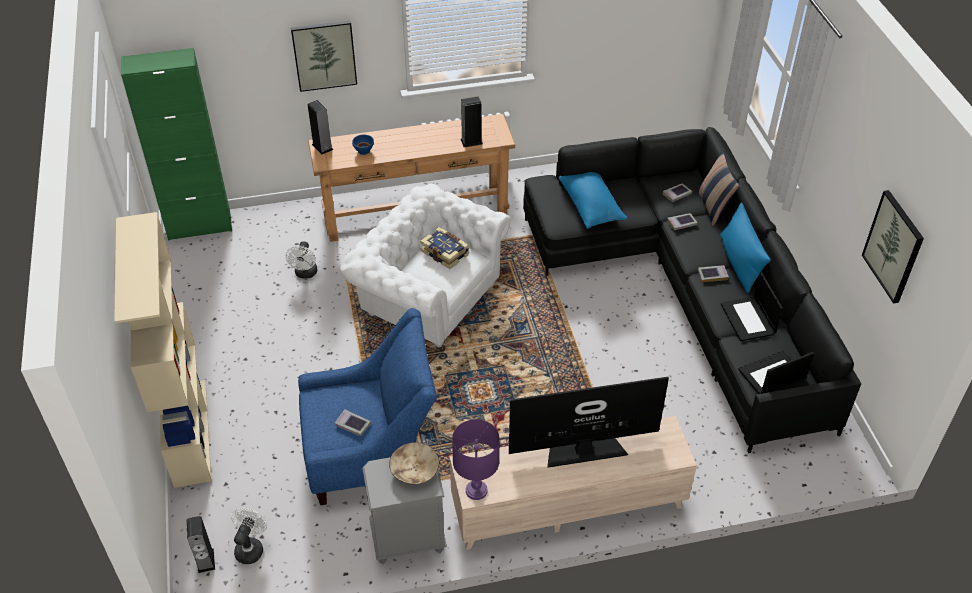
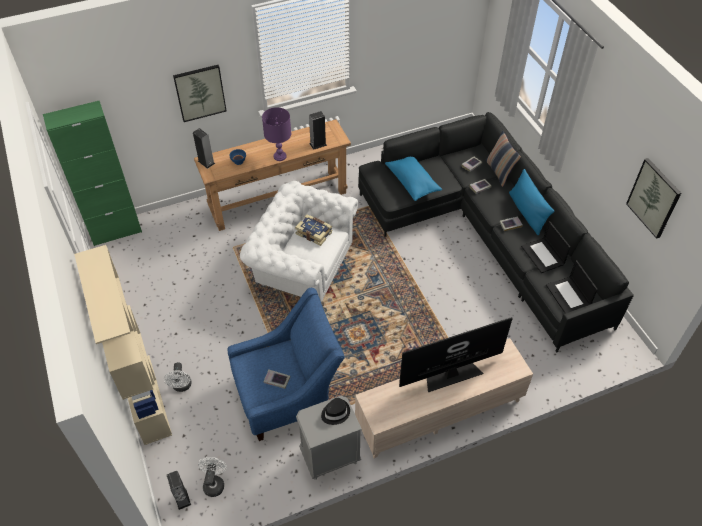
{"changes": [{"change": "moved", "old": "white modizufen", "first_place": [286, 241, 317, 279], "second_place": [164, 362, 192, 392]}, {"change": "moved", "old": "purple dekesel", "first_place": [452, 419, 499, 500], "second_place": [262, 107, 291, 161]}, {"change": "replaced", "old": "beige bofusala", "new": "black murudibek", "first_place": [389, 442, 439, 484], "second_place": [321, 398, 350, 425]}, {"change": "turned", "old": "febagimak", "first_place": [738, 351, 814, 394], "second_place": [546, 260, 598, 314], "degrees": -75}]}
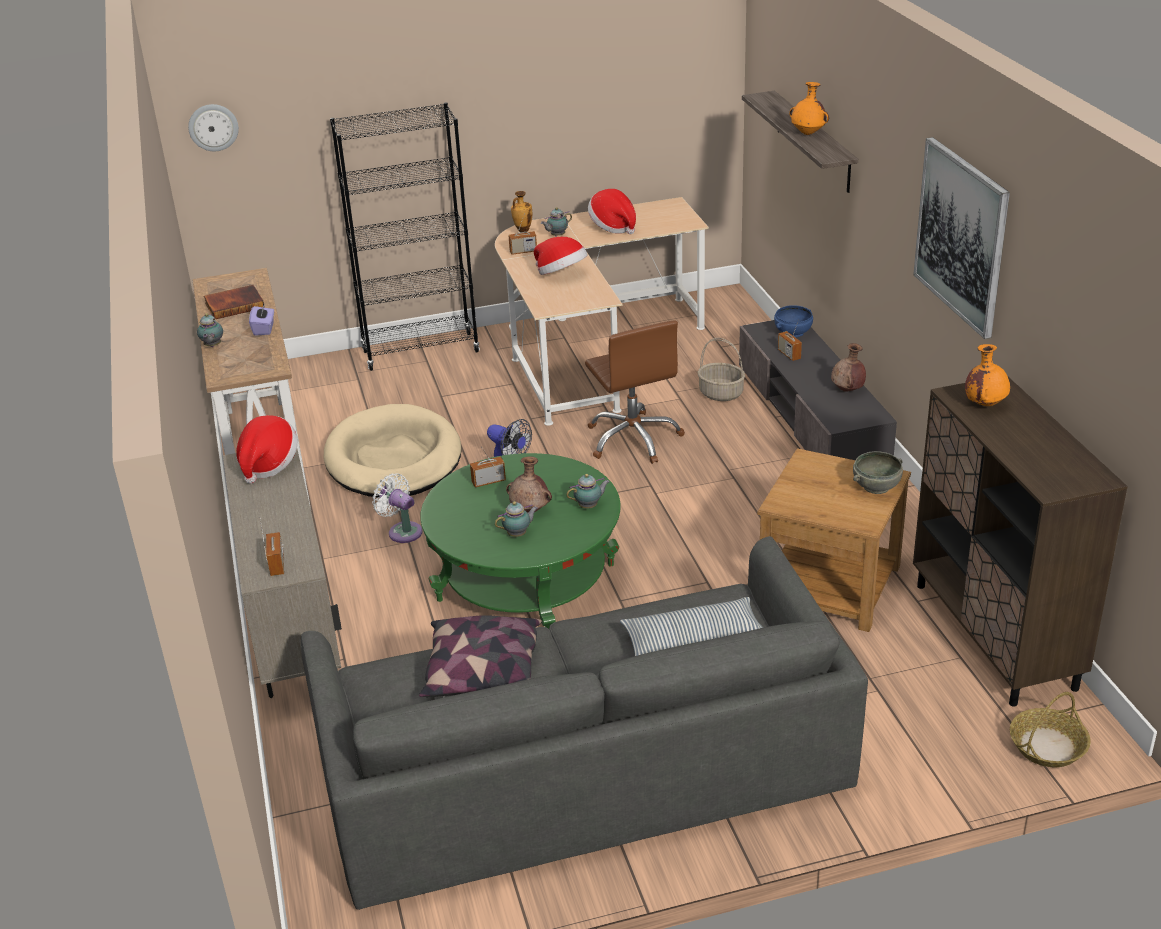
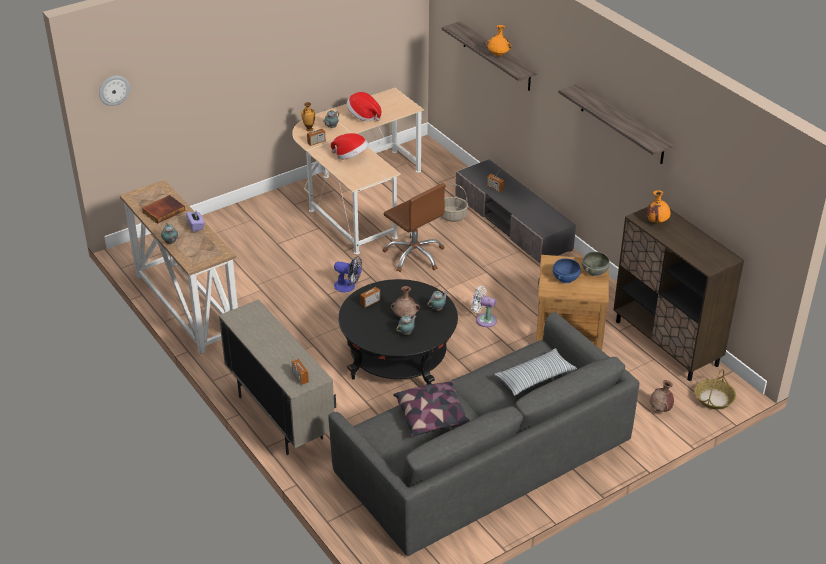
{"changes": [{"change": "removed", "old": "murudibek", "first_place": [236, 415, 298, 484]}, {"change": "removed", "old": "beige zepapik", "first_place": [324, 404, 462, 498]}, {"change": "removed", "old": "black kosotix", "first_place": [330, 102, 480, 371]}, {"change": "moved", "old": "white modizufen", "first_place": [372, 473, 423, 543], "second_place": [471, 286, 497, 327]}, {"change": "moved", "old": "blue bofusala", "first_place": [774, 305, 813, 338], "second_place": [553, 258, 581, 283]}, {"change": "moved", "old": "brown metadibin", "first_place": [831, 343, 866, 392], "second_place": [649, 380, 674, 412]}, {"change": "replaced", "old": "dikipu", "new": "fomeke", "first_place": [913, 137, 1010, 339], "second_place": [558, 83, 673, 164]}, {"change": "recoloured", "old": "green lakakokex", "new": "black lakakokex", "first_place": [420, 453, 620, 629], "second_place": [338, 279, 458, 385]}]}
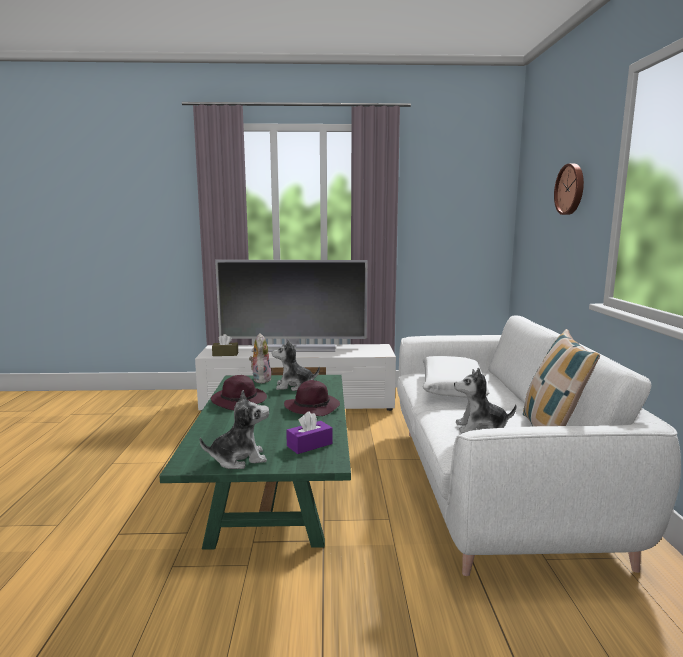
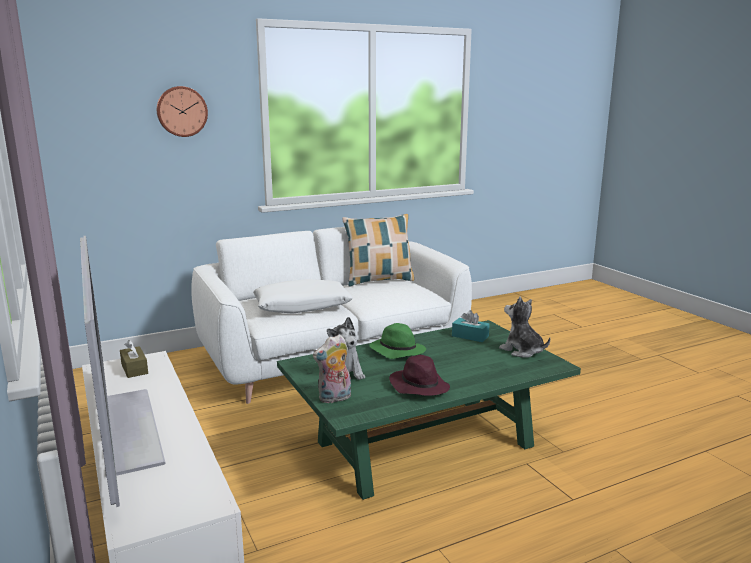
{"changes": [{"change": "removed", "old": "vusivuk", "first_place": [454, 368, 516, 433]}, {"change": "moved", "old": "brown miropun", "first_place": [212, 334, 238, 356], "second_place": [120, 340, 148, 378]}, {"change": "recoloured", "old": "purple murudibek", "new": "green murudibek", "first_place": [284, 380, 340, 416], "second_place": [370, 323, 426, 359]}, {"change": "recoloured", "old": "purple miropun", "new": "turquoise miropun", "first_place": [286, 411, 333, 454], "second_place": [452, 310, 490, 342]}]}
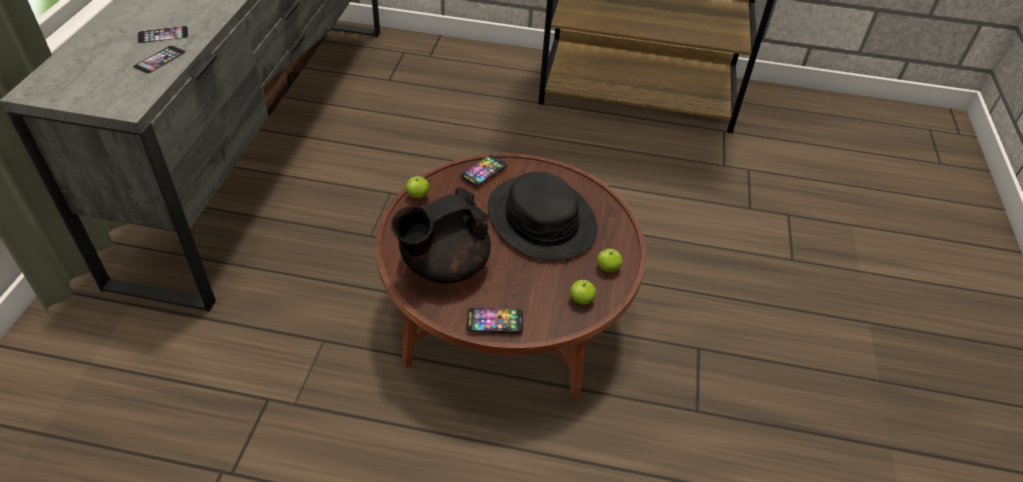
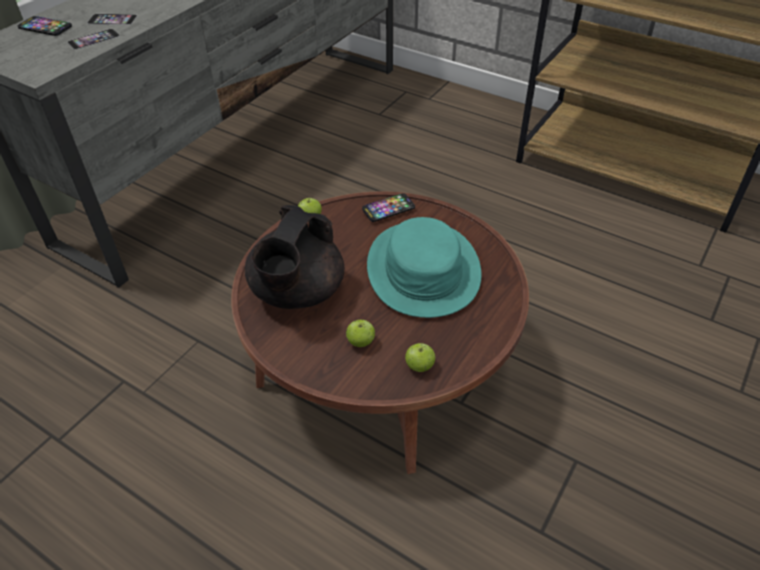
{"changes": [{"change": "moved", "old": "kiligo", "first_place": [467, 308, 523, 333], "second_place": [18, 16, 72, 36]}, {"change": "moved", "old": "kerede", "first_place": [597, 249, 622, 272], "second_place": [346, 319, 375, 347]}, {"change": "recoloured", "old": "black murudibek", "new": "turquoise murudibek", "first_place": [488, 172, 598, 261], "second_place": [367, 217, 482, 318]}, {"change": "turned", "old": "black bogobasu", "first_place": [391, 187, 491, 283], "second_place": [245, 205, 344, 309], "degrees": -60}]}
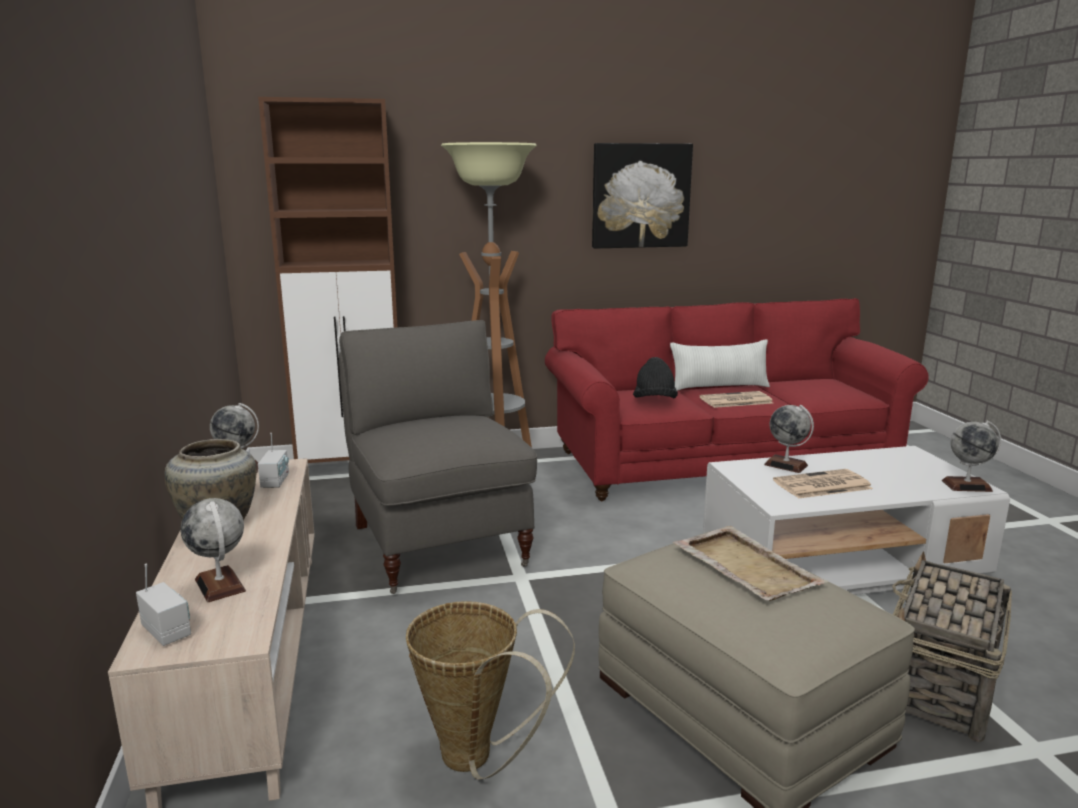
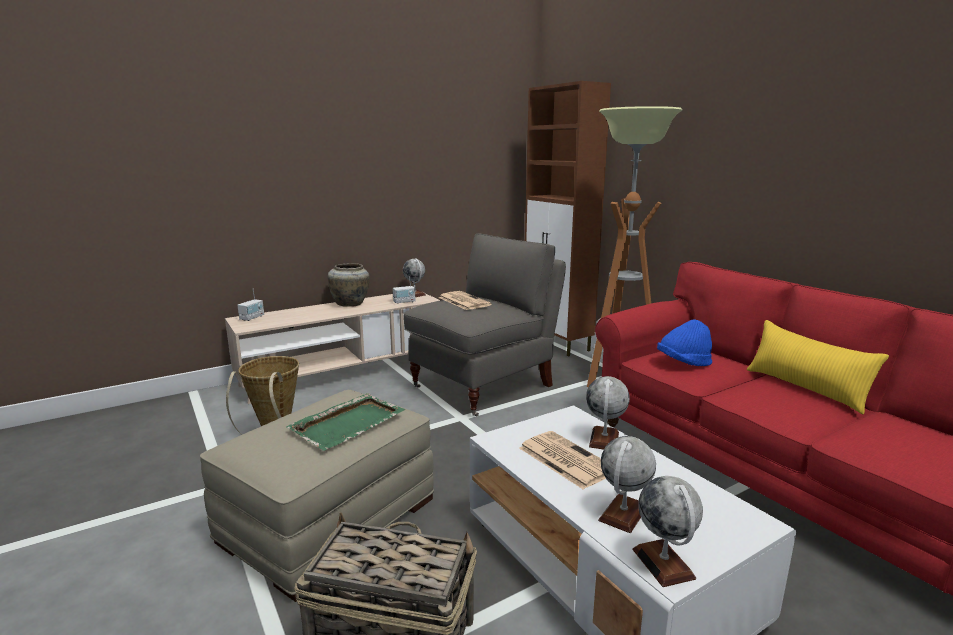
{"changes": [{"change": "removed", "old": "dikipu", "first_place": [592, 143, 693, 249]}, {"change": "moved", "old": "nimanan", "first_place": [180, 498, 246, 602], "second_place": [598, 436, 656, 533]}, {"change": "moved", "old": "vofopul", "first_place": [700, 391, 773, 408], "second_place": [438, 291, 492, 310]}, {"change": "recoloured", "old": "black murudibek", "new": "blue murudibek", "first_place": [633, 357, 678, 398], "second_place": [657, 320, 712, 366]}, {"change": "recoloured", "old": "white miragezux", "new": "yellow miragezux", "first_place": [670, 339, 770, 391], "second_place": [747, 320, 889, 414]}, {"change": "recoloured", "old": "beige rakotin", "new": "green rakotin", "first_place": [673, 526, 828, 601], "second_place": [286, 393, 405, 451]}]}
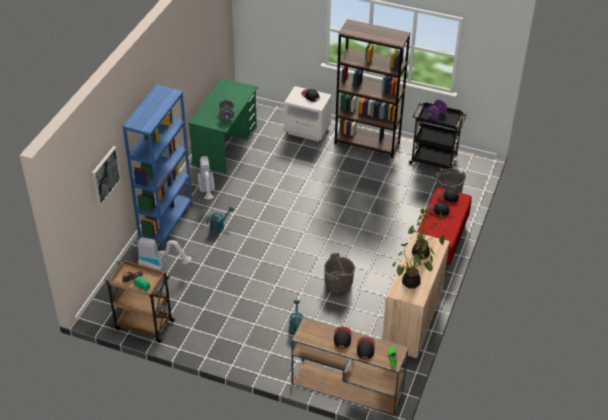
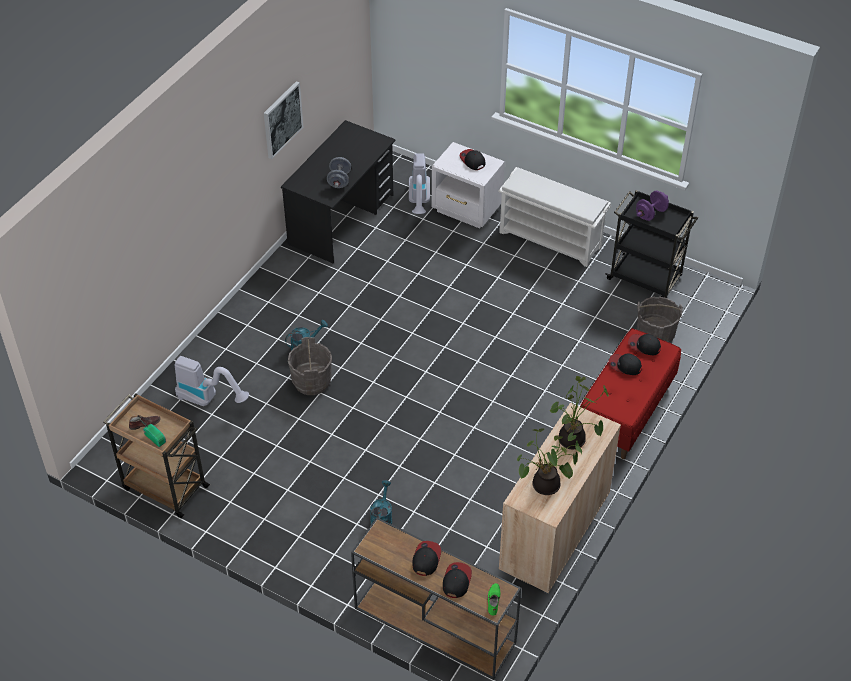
{"changes": [{"change": "removed", "old": "blue kosotix", "first_place": [122, 85, 193, 247]}, {"change": "moved", "old": "dikipu", "first_place": [92, 146, 121, 206], "second_place": [264, 81, 304, 159]}, {"change": "moved", "old": "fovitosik", "first_place": [198, 156, 215, 199], "second_place": [409, 153, 430, 214]}, {"change": "moved", "old": "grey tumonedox", "first_place": [324, 253, 355, 294], "second_place": [288, 337, 332, 395]}, {"change": "replaced", "old": "brown kosotix", "new": "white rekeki", "first_place": [335, 19, 411, 158], "second_place": [498, 167, 611, 267]}, {"change": "recoloured", "old": "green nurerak", "new": "black nurerak", "first_place": [188, 78, 258, 173], "second_place": [281, 120, 396, 263]}]}
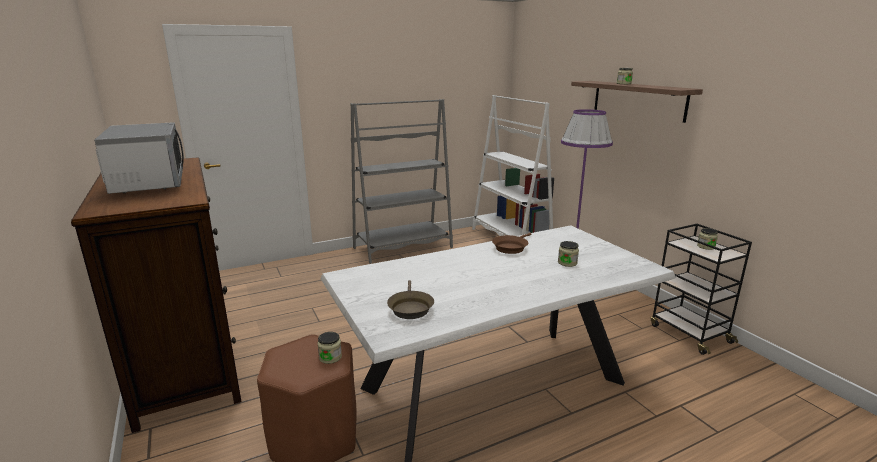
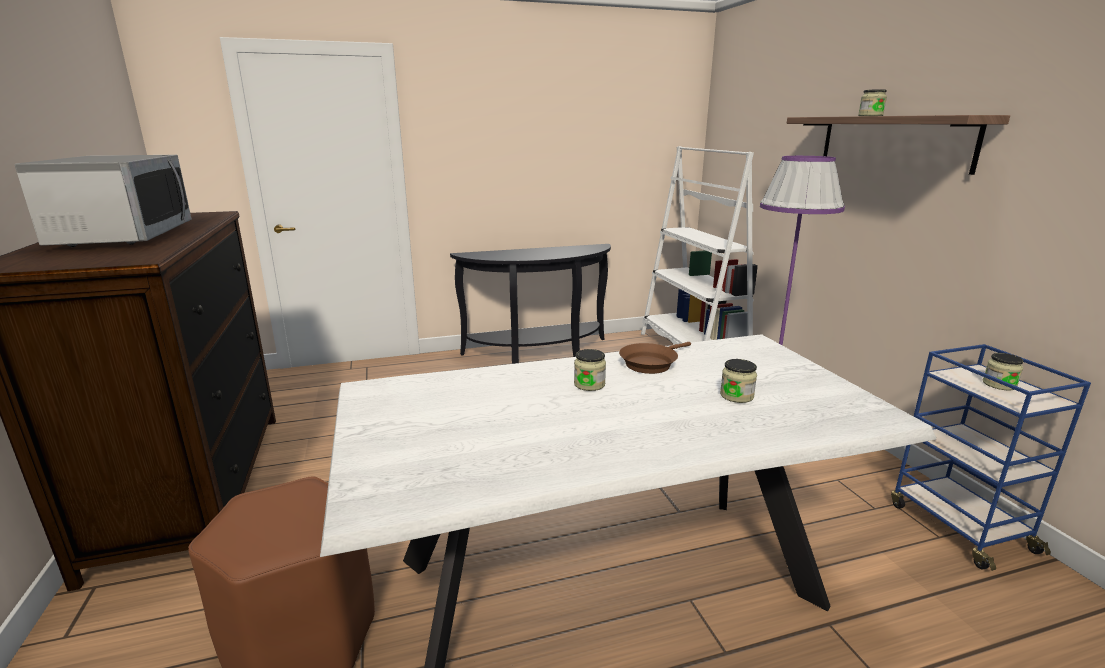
{"changes": [{"change": "removed", "old": "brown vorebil", "first_place": [387, 280, 434, 319]}, {"change": "moved", "old": "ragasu", "first_place": [317, 332, 342, 364], "second_place": [574, 349, 606, 391]}, {"change": "replaced", "old": "grey kosotix", "new": "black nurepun", "first_place": [351, 99, 453, 264], "second_place": [450, 244, 611, 364]}, {"change": "recoloured", "old": "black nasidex", "new": "blue nasidex", "first_place": [651, 224, 752, 355], "second_place": [891, 344, 1091, 571]}]}
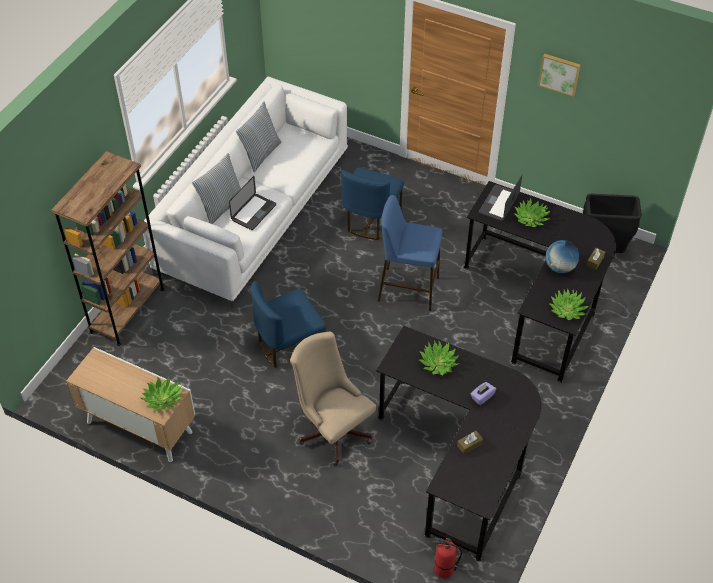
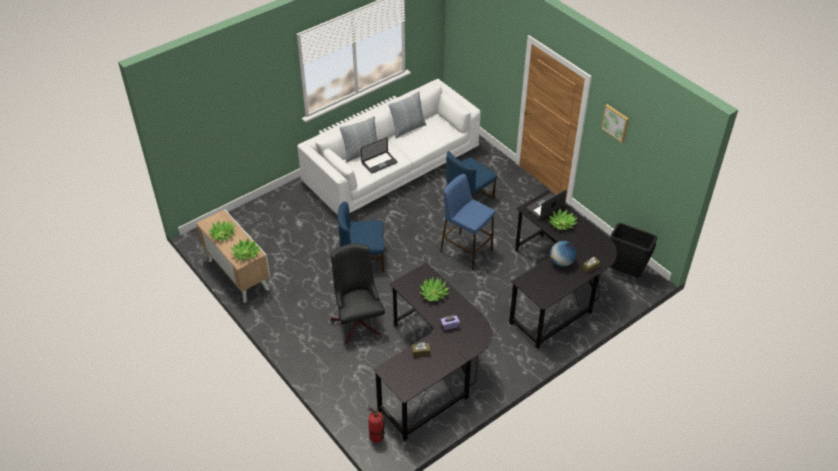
{"changes": [{"change": "removed", "old": "brown kosotix", "first_place": [51, 151, 165, 346]}, {"change": "moved", "old": "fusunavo", "first_place": [549, 289, 589, 320], "second_place": [208, 220, 237, 241]}, {"change": "recoloured", "old": "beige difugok", "new": "black difugok", "first_place": [290, 332, 376, 466], "second_place": [330, 244, 385, 344]}]}
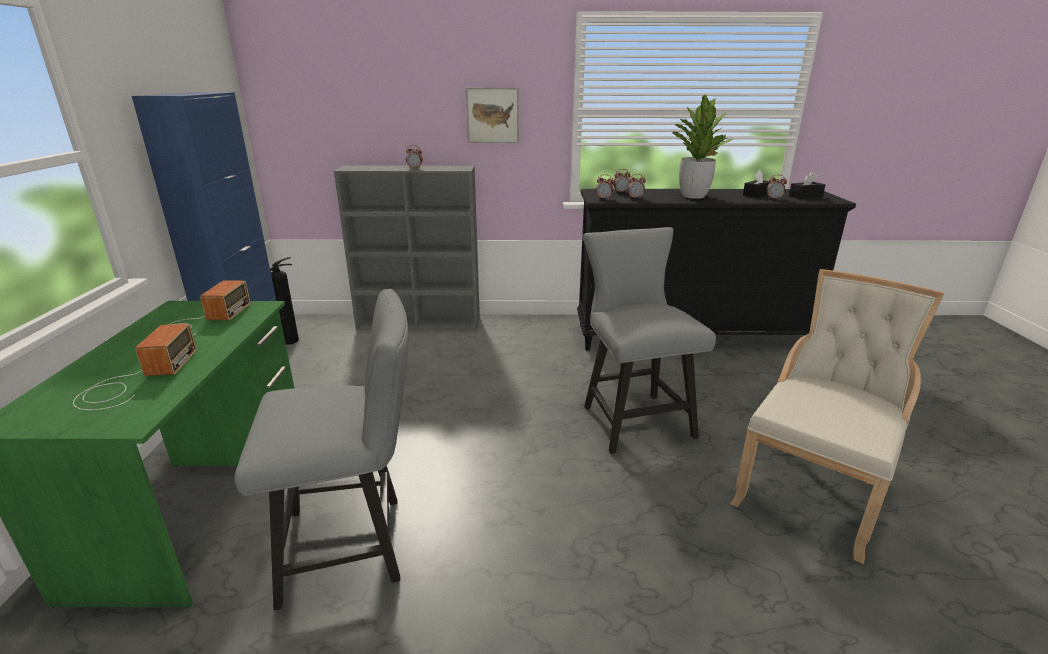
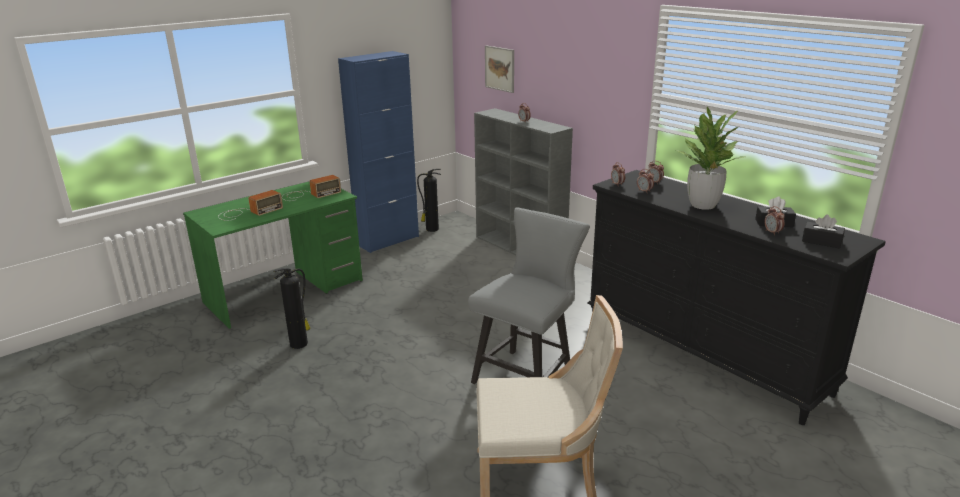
{"changes": [{"change": "moved", "old": "dikipu", "first_place": [466, 87, 519, 143], "second_place": [485, 45, 514, 93]}, {"change": "replaced", "old": "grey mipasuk", "new": "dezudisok", "first_place": [234, 289, 409, 610], "second_place": [273, 268, 311, 349]}]}
